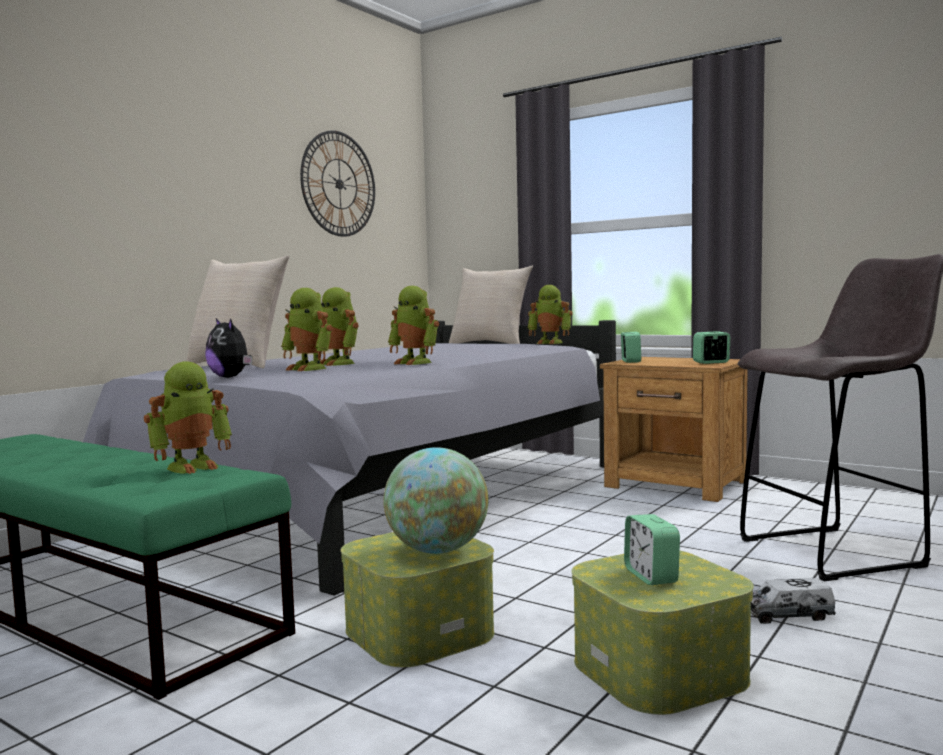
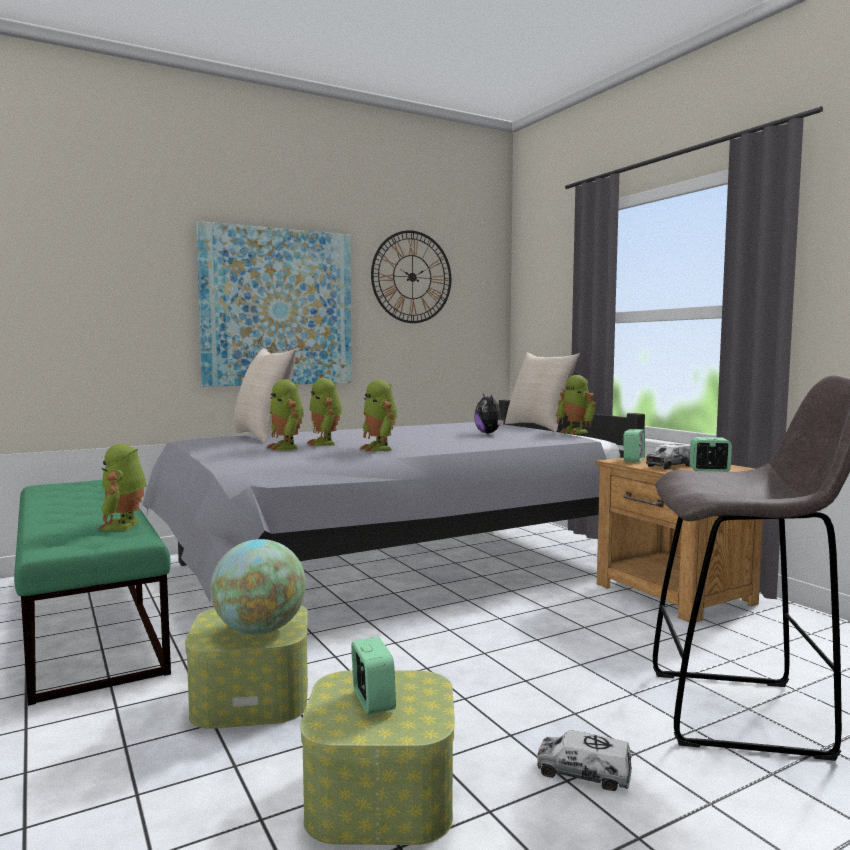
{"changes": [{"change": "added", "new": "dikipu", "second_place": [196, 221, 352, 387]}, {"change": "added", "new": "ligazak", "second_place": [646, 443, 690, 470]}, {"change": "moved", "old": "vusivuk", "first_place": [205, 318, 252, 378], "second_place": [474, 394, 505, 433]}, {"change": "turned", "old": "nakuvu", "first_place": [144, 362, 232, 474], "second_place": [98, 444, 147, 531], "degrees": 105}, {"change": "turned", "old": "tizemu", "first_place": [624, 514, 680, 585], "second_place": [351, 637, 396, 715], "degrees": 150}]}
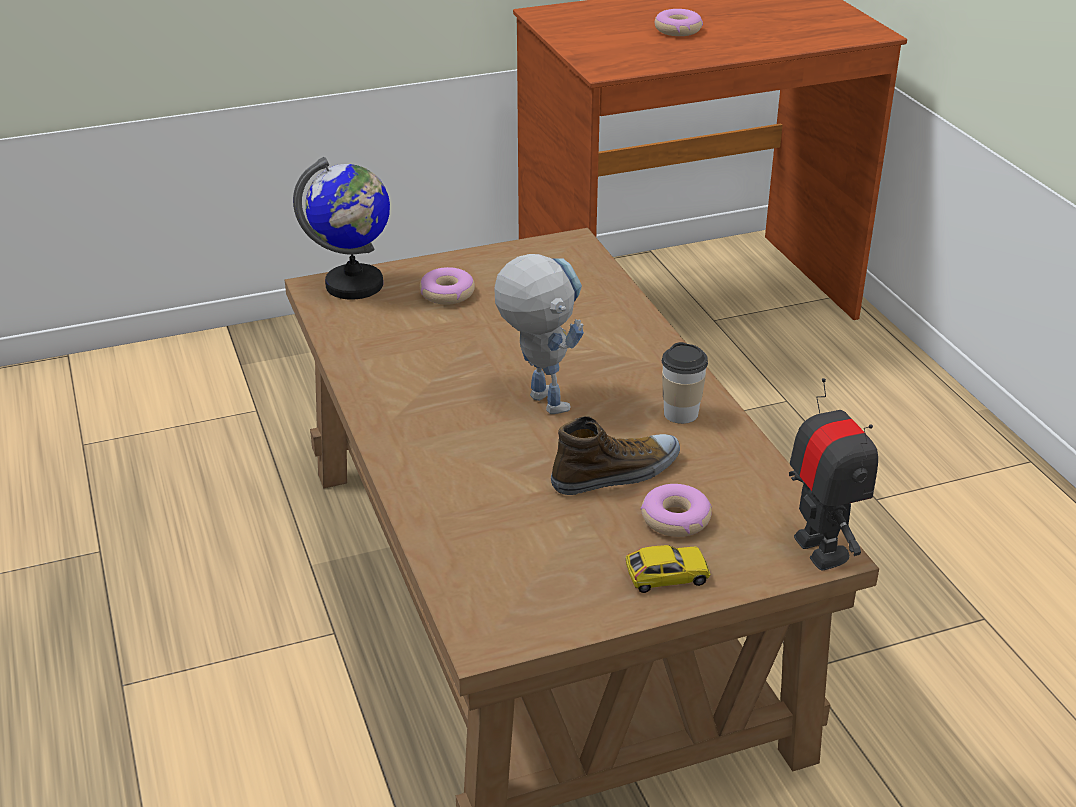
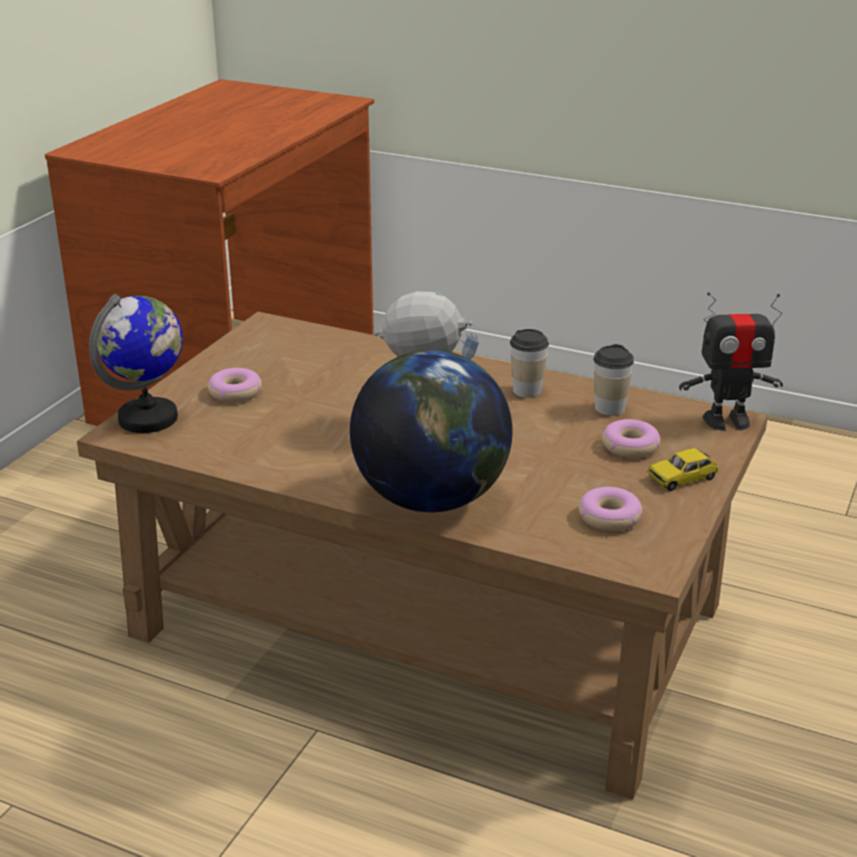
{"changes": [{"change": "removed", "old": "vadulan", "first_place": [551, 416, 680, 495]}, {"change": "added", "new": "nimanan", "second_place": [350, 350, 513, 512]}, {"change": "added", "new": "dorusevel", "second_place": [594, 344, 634, 416]}, {"change": "moved", "old": "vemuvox", "first_place": [655, 9, 703, 36], "second_place": [579, 487, 642, 531]}, {"change": "turned", "old": "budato", "first_place": [626, 545, 710, 593], "second_place": [647, 448, 718, 491], "degrees": -150}, {"change": "turned", "old": "nakuvu", "first_place": [789, 378, 878, 571], "second_place": [679, 292, 783, 431], "degrees": 150}]}
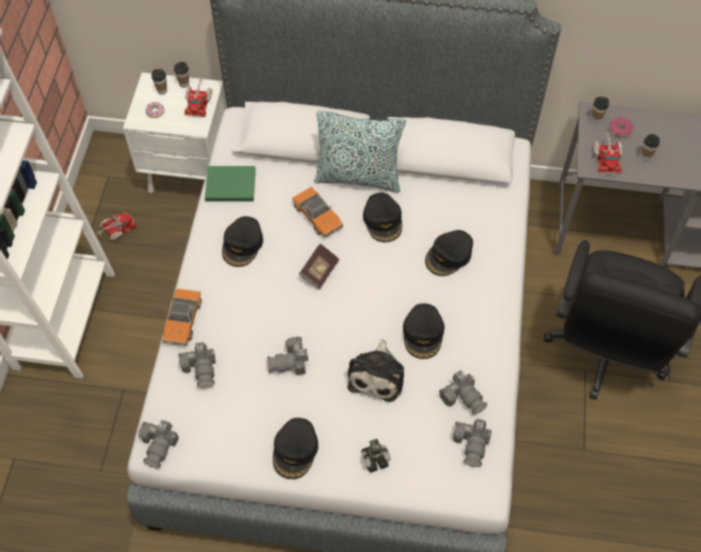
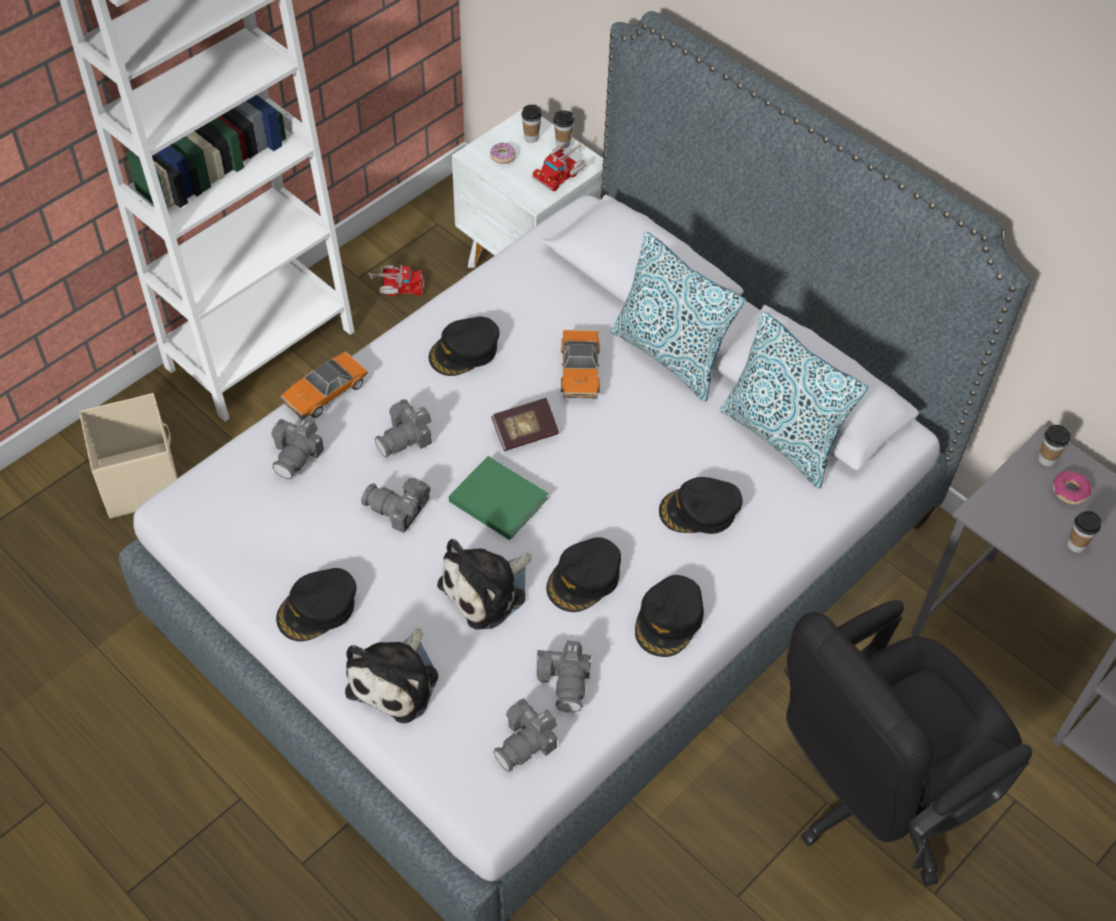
{"changes": [{"change": "removed", "old": "ligazak", "first_place": [594, 131, 623, 174]}, {"change": "added", "new": "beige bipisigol", "second_place": [79, 393, 177, 518]}, {"change": "added", "new": "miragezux", "second_place": [720, 311, 869, 488]}, {"change": "moved", "old": "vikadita", "first_place": [138, 420, 179, 468], "second_place": [375, 399, 432, 457]}, {"change": "moved", "old": "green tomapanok", "first_place": [205, 166, 256, 201], "second_place": [449, 456, 548, 540]}, {"change": "moved", "old": "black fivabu", "first_place": [363, 193, 402, 242], "second_place": [635, 575, 704, 657]}, {"change": "replaced", "old": "nakuvu", "new": "vusivuk", "first_place": [362, 439, 391, 472], "second_place": [345, 628, 438, 723]}]}
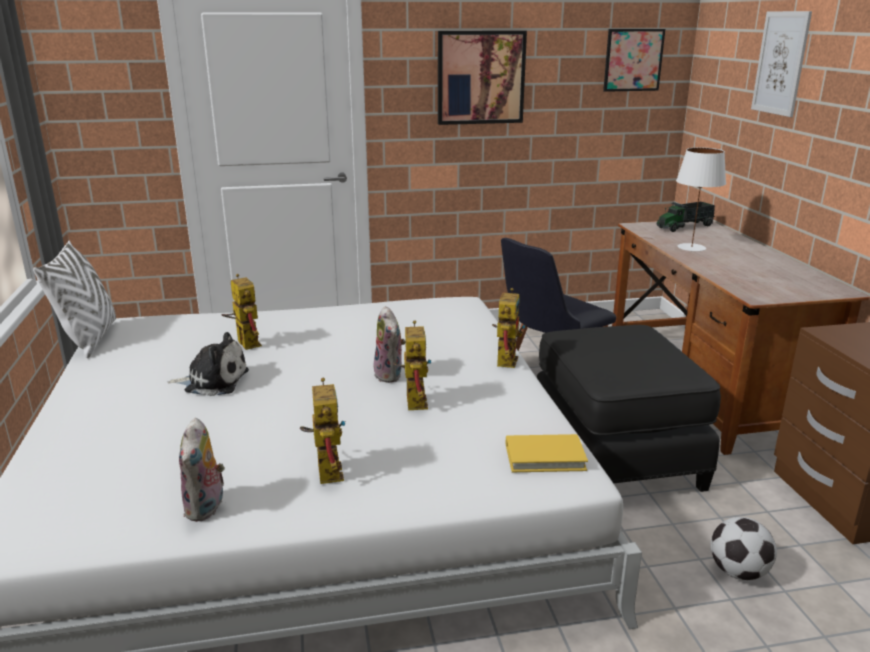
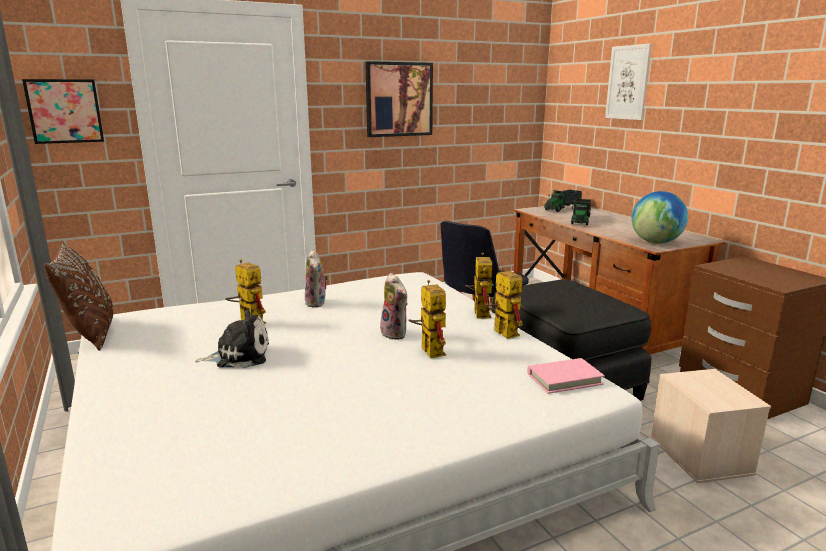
{"changes": [{"change": "added", "new": "nimanan", "second_place": [632, 191, 688, 244]}, {"change": "moved", "old": "vusivuk", "first_place": [179, 418, 225, 522], "second_place": [305, 250, 328, 307]}, {"change": "moved", "old": "nakuvu", "first_place": [300, 378, 345, 484], "second_place": [482, 267, 523, 339]}, {"change": "moved", "old": "dikipu", "first_place": [603, 29, 665, 92], "second_place": [22, 79, 104, 144]}, {"change": "replaced", "old": "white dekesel", "new": "ligazak", "first_place": [676, 147, 726, 251], "second_place": [571, 199, 591, 225]}, {"change": "replaced", "old": "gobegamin", "new": "beige bipisigol", "first_place": [710, 517, 777, 580], "second_place": [651, 369, 771, 483]}, {"change": "recoloured", "old": "white miragezux", "new": "brown miragezux", "first_place": [33, 241, 116, 358], "second_place": [44, 242, 113, 350]}, {"change": "recoloured", "old": "yellow tomapanok", "new": "pink tomapanok", "first_place": [506, 434, 588, 472], "second_place": [527, 358, 605, 394]}]}
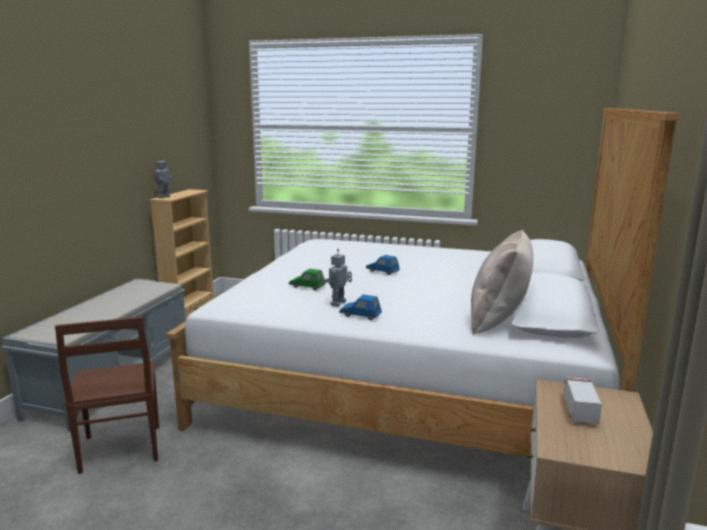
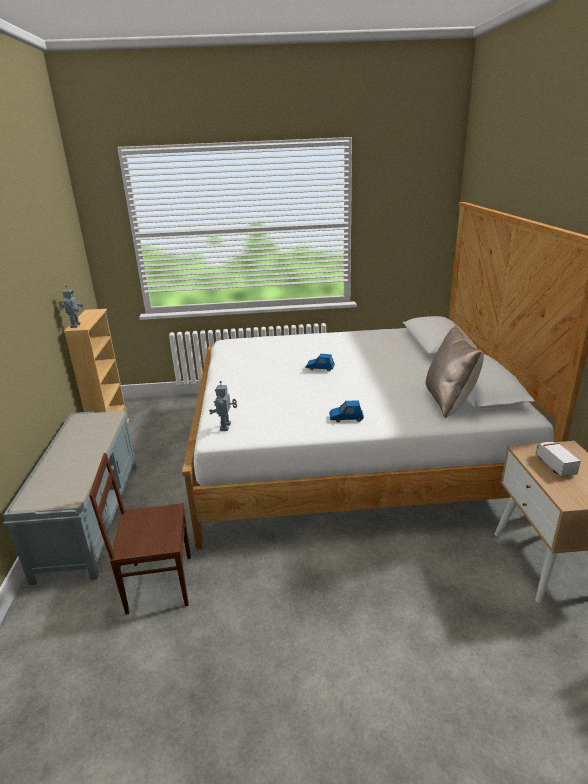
{"changes": [{"change": "removed", "old": "green budato", "first_place": [289, 269, 326, 290]}, {"change": "moved", "old": "nakuvu", "first_place": [321, 249, 352, 307], "second_place": [209, 381, 237, 431]}, {"change": "turned", "old": "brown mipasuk", "first_place": [55, 317, 159, 474], "second_place": [89, 453, 191, 615], "degrees": 120}]}
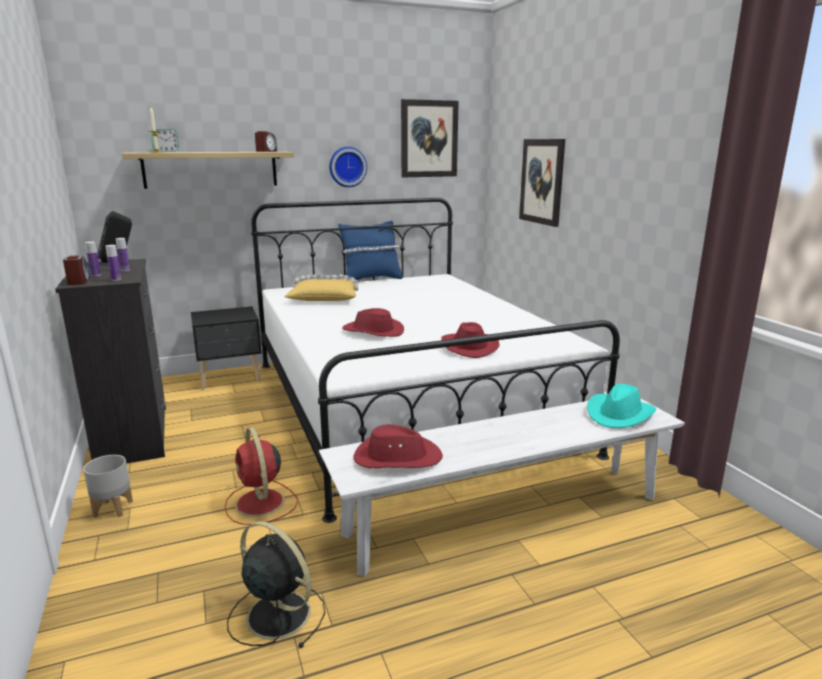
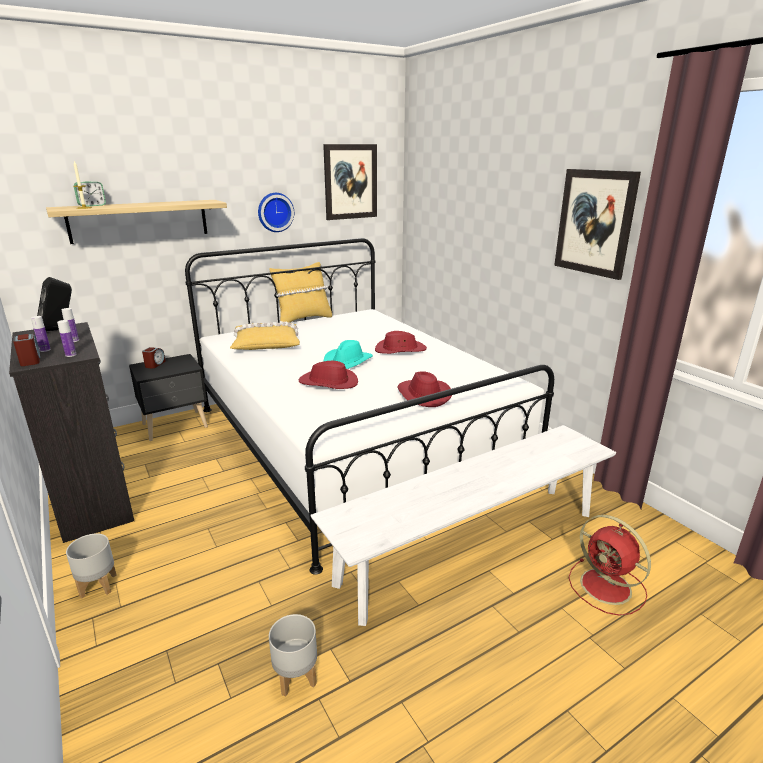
{"changes": [{"change": "moved", "old": "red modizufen", "first_place": [225, 427, 298, 525], "second_place": [569, 515, 651, 616]}, {"change": "moved", "old": "tizemu", "first_place": [255, 131, 277, 152], "second_place": [142, 347, 166, 368]}, {"change": "moved", "old": "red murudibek", "first_place": [354, 424, 443, 468], "second_place": [375, 331, 427, 354]}, {"change": "moved", "old": "dikipu", "first_place": [519, 139, 565, 227], "second_place": [554, 169, 641, 280]}, {"change": "moved", "old": "turquoise murudibek", "first_place": [587, 384, 656, 428], "second_place": [324, 340, 373, 369]}, {"change": "replaced", "old": "black modizufen", "new": "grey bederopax", "first_place": [227, 521, 325, 649], "second_place": [269, 614, 317, 697]}, {"change": "recoloured", "old": "blue miragezux", "new": "yellow miragezux", "first_place": [338, 221, 402, 280], "second_place": [269, 262, 332, 323]}]}
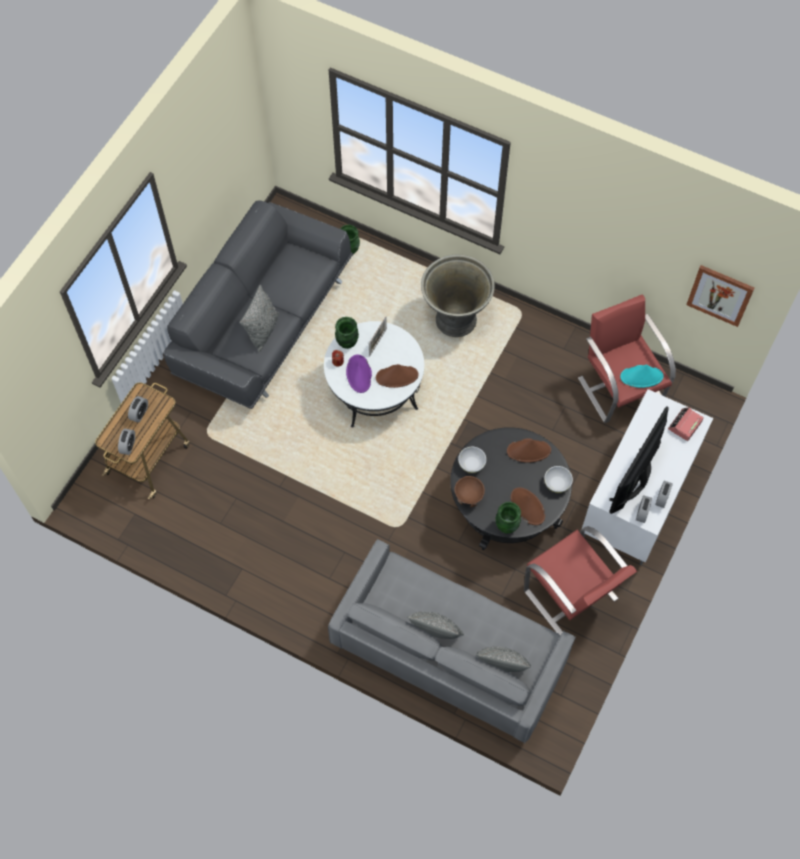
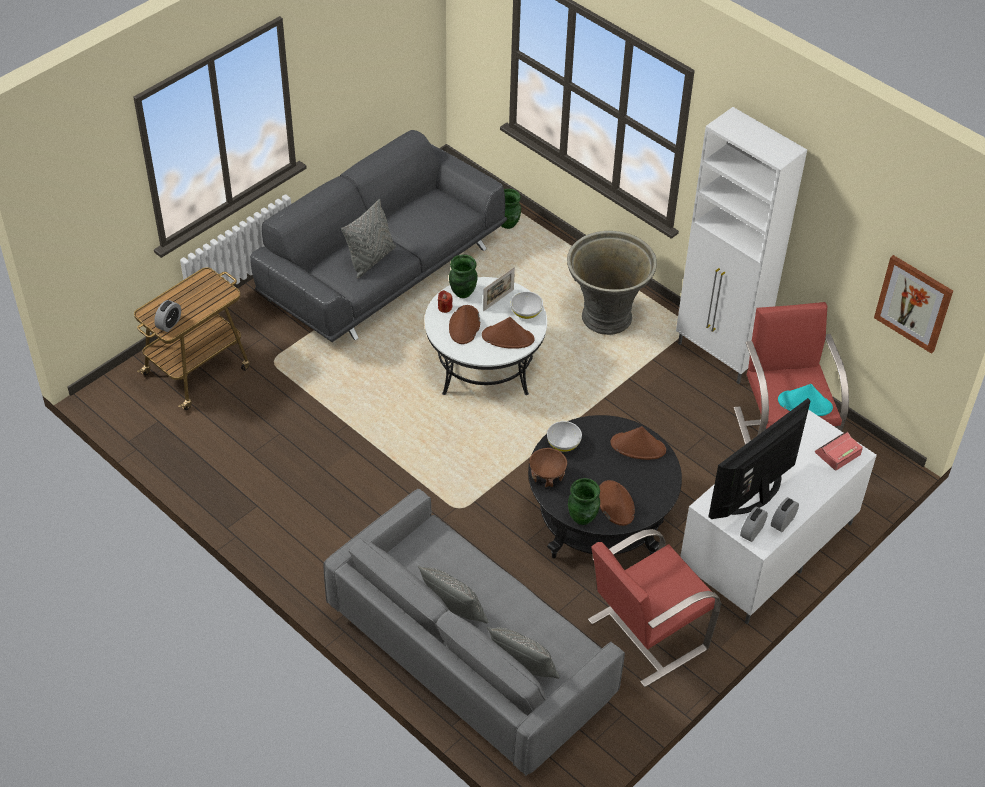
{"changes": [{"change": "removed", "old": "tizemu", "first_place": [128, 396, 148, 423]}, {"change": "added", "new": "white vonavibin", "second_place": [676, 107, 807, 384]}, {"change": "moved", "old": "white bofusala", "first_place": [544, 466, 573, 493], "second_place": [511, 291, 543, 319]}, {"change": "recoloured", "old": "purple murudibek", "new": "brown murudibek", "first_place": [346, 354, 372, 393], "second_place": [449, 305, 480, 344]}, {"change": "turned", "old": "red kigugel", "first_place": [524, 526, 637, 635], "second_place": [588, 529, 721, 687], "degrees": 75}]}
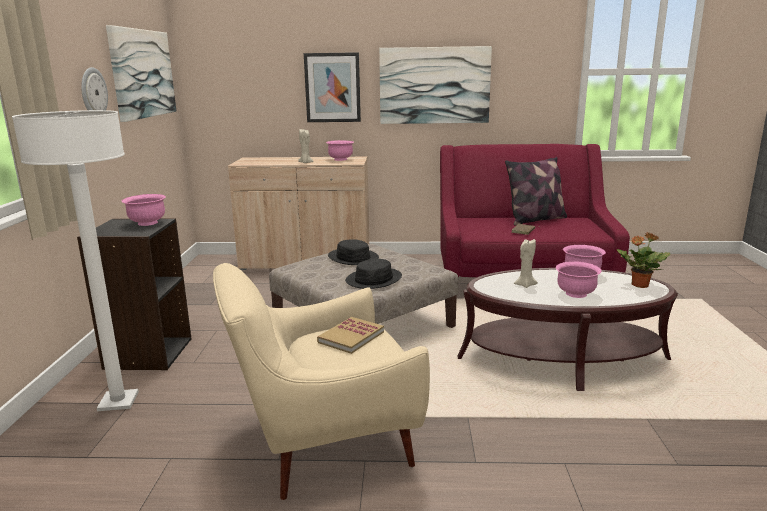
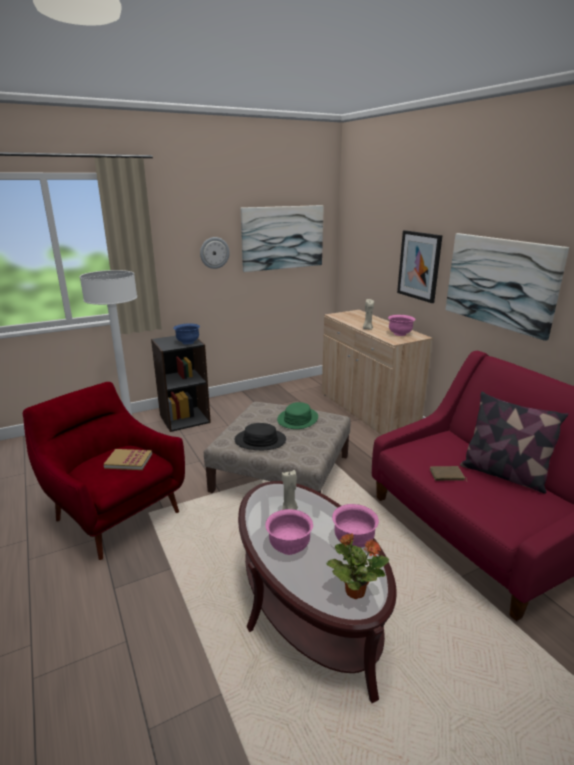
{"changes": [{"change": "recoloured", "old": "pink bofusala", "new": "blue bofusala", "first_place": [122, 194, 166, 226], "second_place": [173, 323, 200, 345]}, {"change": "recoloured", "old": "beige kigugel", "new": "red kigugel", "first_place": [213, 263, 430, 500], "second_place": [23, 382, 185, 560]}, {"change": "recoloured", "old": "black murudibek", "new": "green murudibek", "first_place": [328, 239, 379, 265], "second_place": [277, 402, 318, 429]}]}
